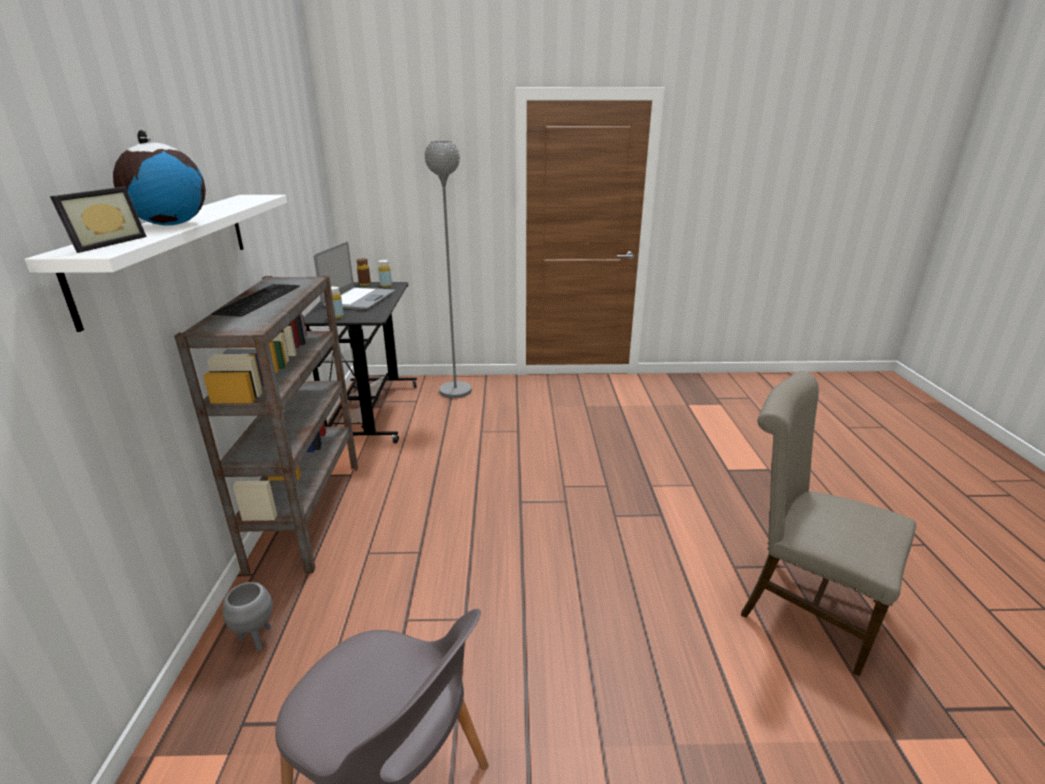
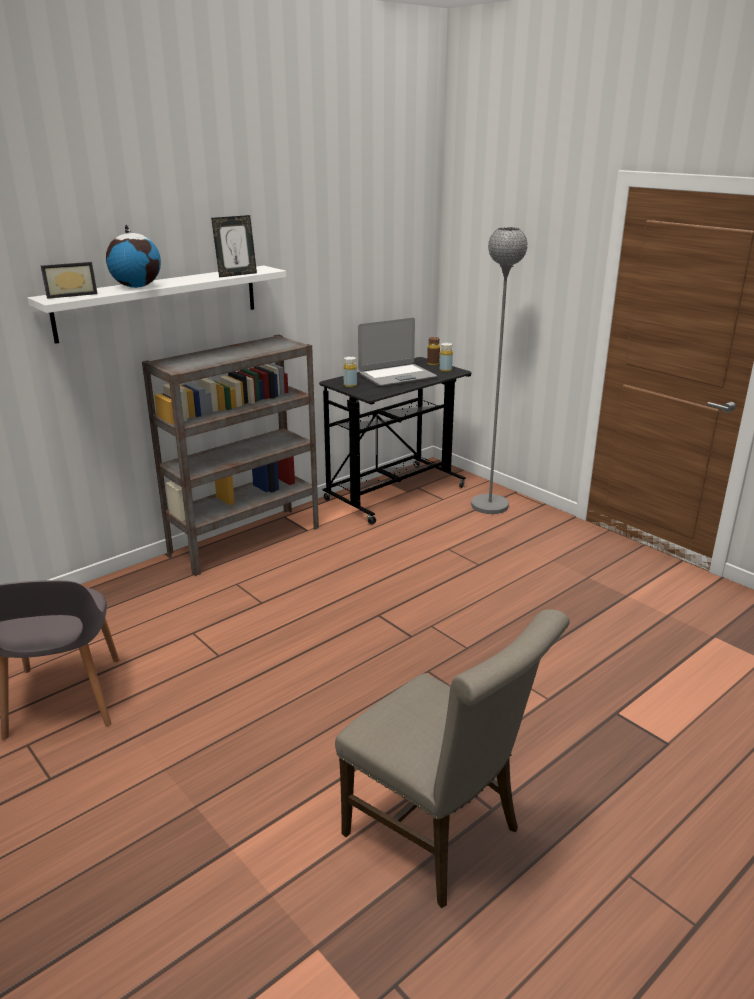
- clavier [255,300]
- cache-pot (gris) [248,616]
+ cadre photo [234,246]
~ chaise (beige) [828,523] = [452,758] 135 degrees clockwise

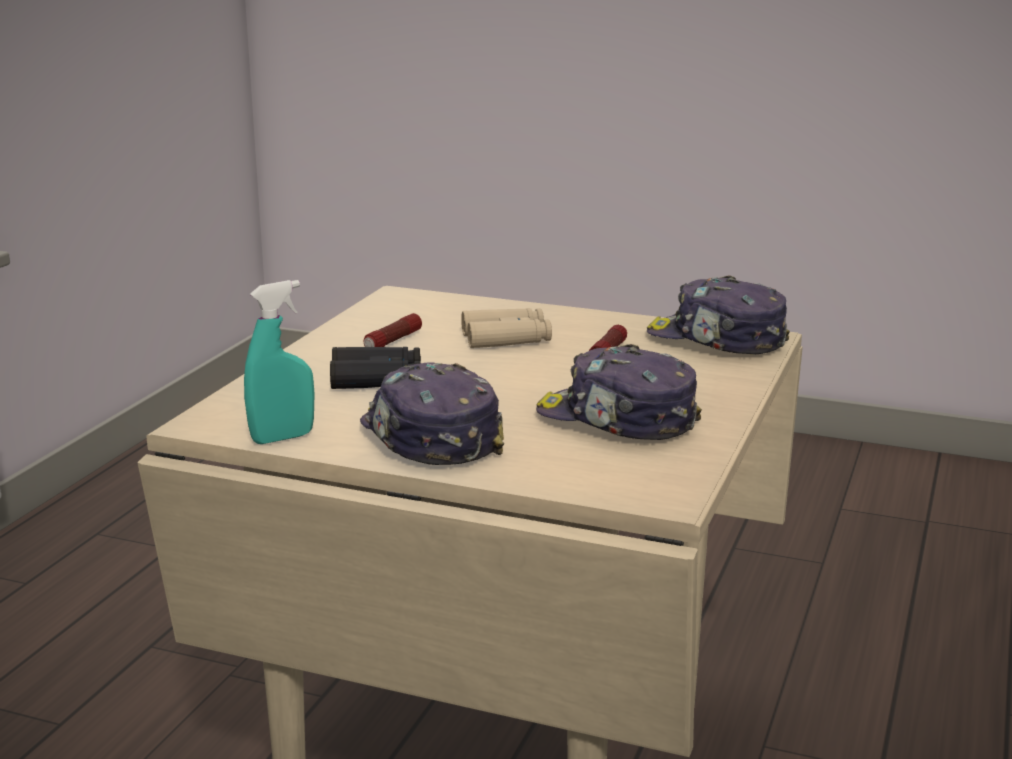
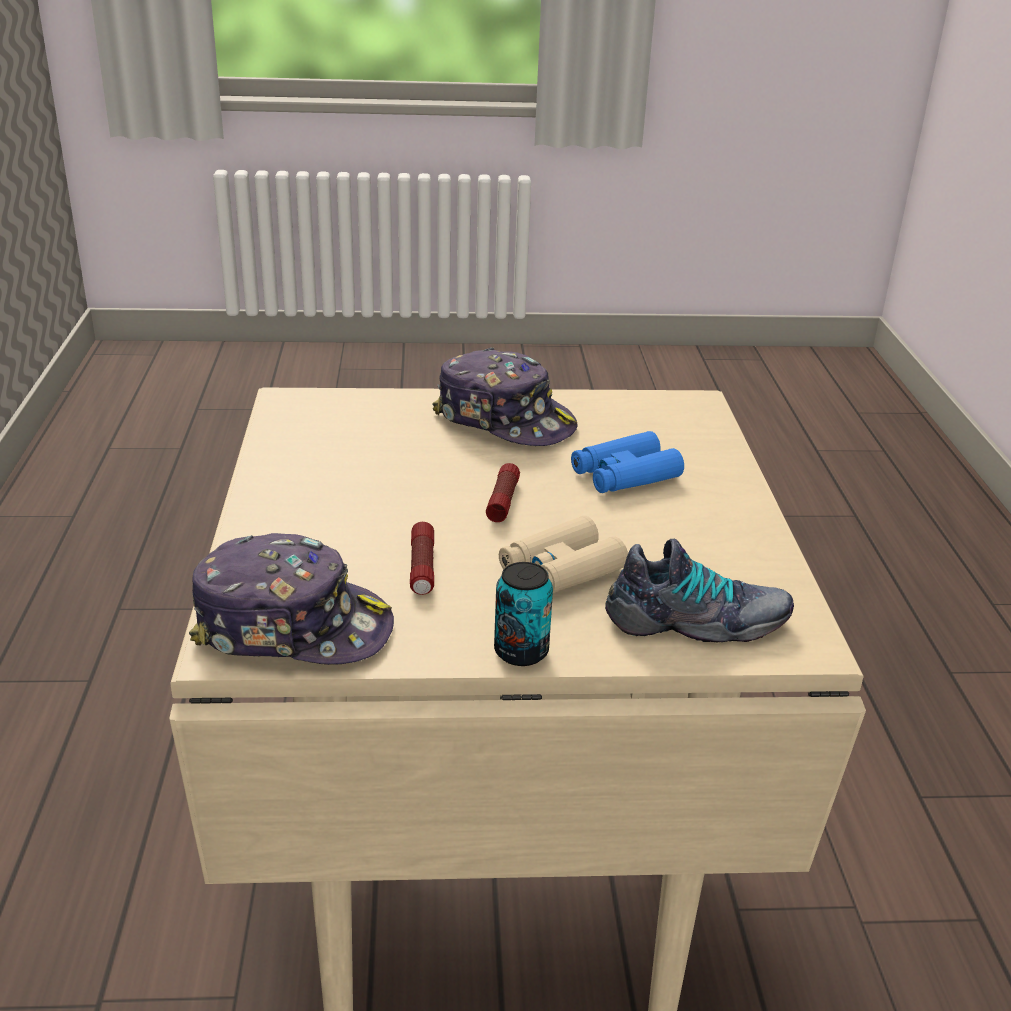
- vaporisateur (turquoise) [279,362]
- casquette [619,392]
+ boîte métallique [523,614]
+ chaussure [699,591]
~ lampe de poche [393,330] to [503,492]
~ jumelles (noir) [375,368] to jumelles (bleu) [627,462]

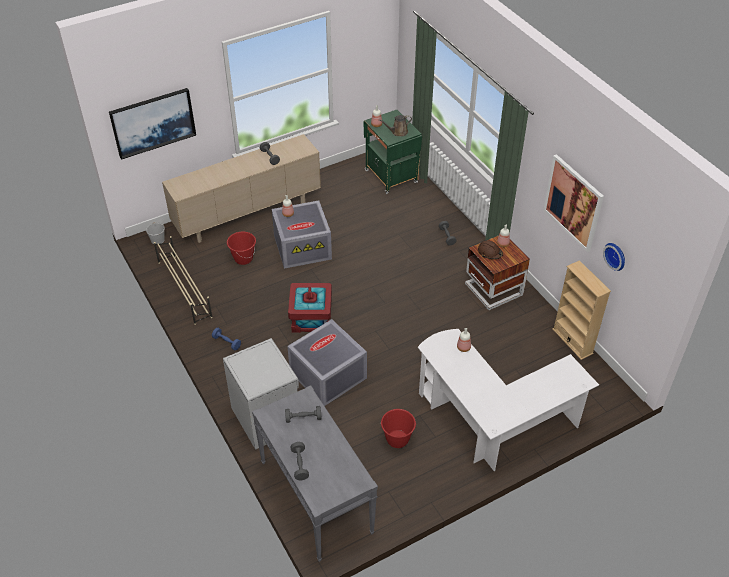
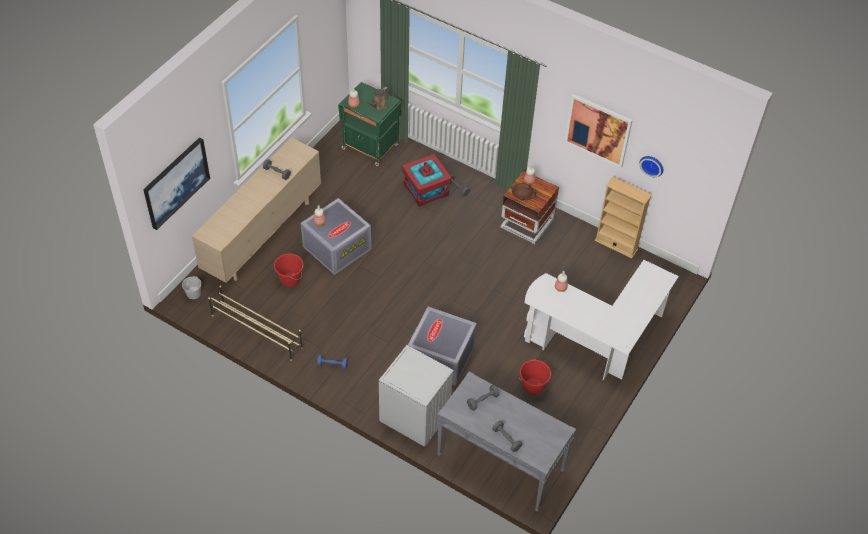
~ boîte de rangement (rouge) [310,308] to [426,180]

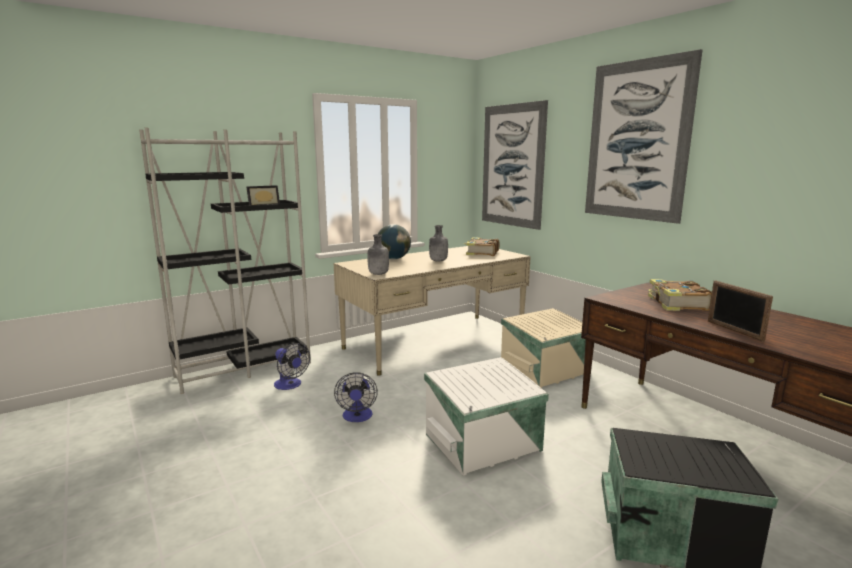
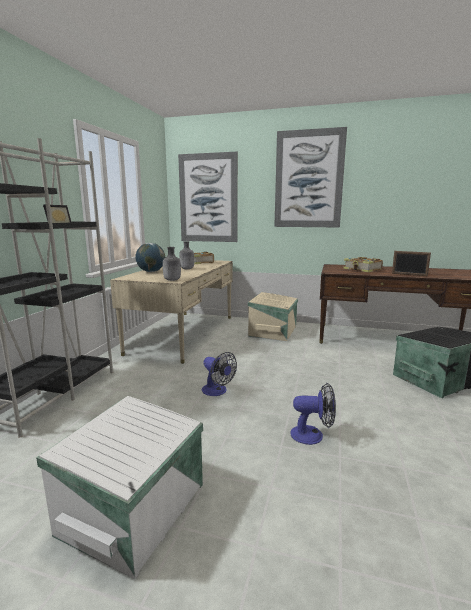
~ ventilateur [292,366] to [313,414]
~ boîte de rangement (blanc) [486,416] to [119,487]

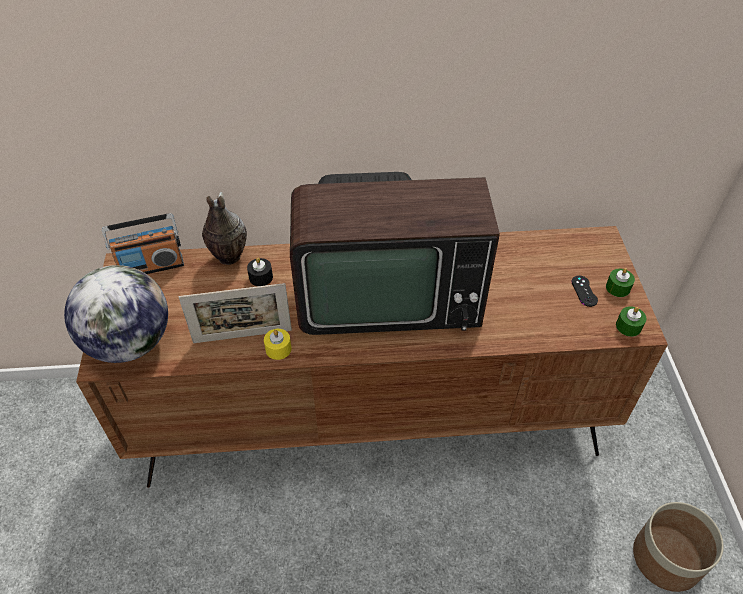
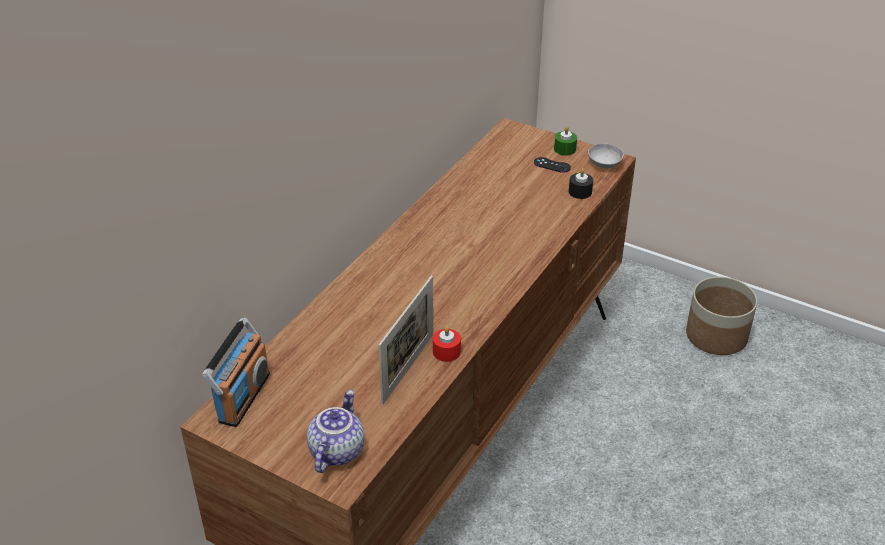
- vase [224,228]
- téléviseur [395,253]
~ bougie (noir) [260,272] to [581,183]
~ globe [116,314] to théière [335,431]
~ bougie (vert) [631,321] to bol (gris) [606,156]
~ bougie (jaune) [277,344] to bougie (rouge) [447,344]

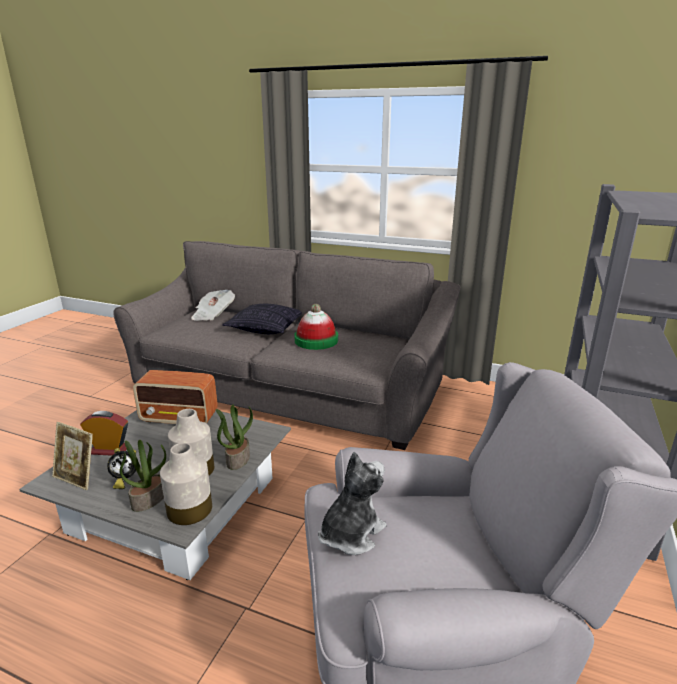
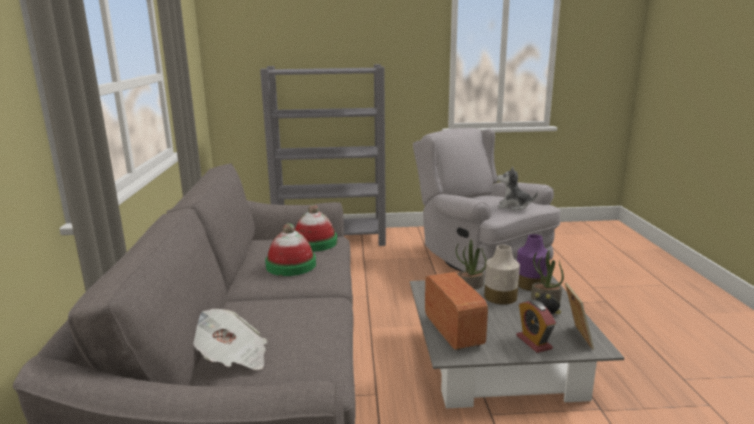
- coussin [262,319]
+ chapeau [316,228]
~ vase (beige) [186,484] to vase (violet) [533,262]

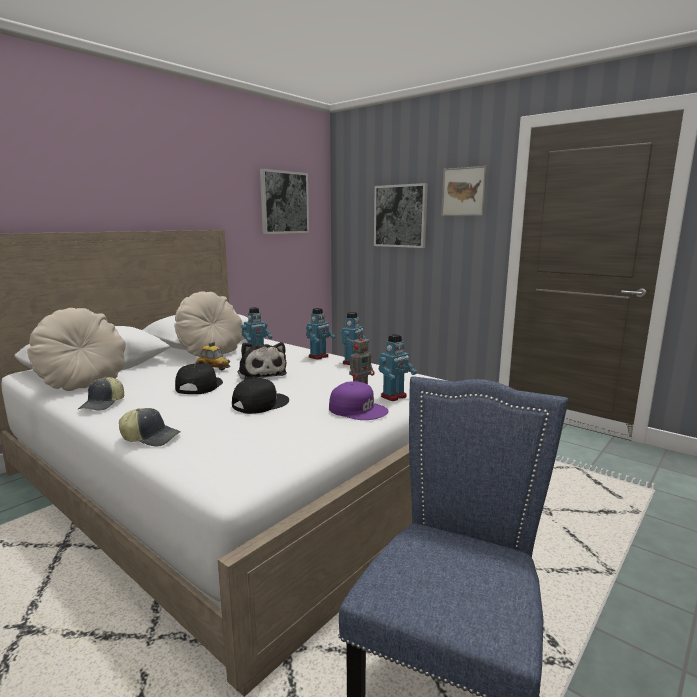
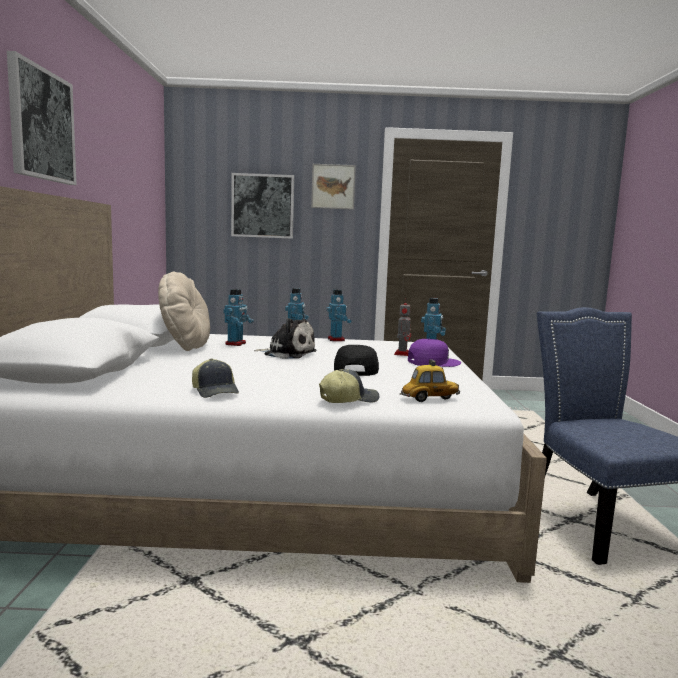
- coussin (beige) [76,349]
- casquette (noir) [199,379]
~ petite voiture [213,356] to [430,381]
~ tableau [284,201] to [42,118]

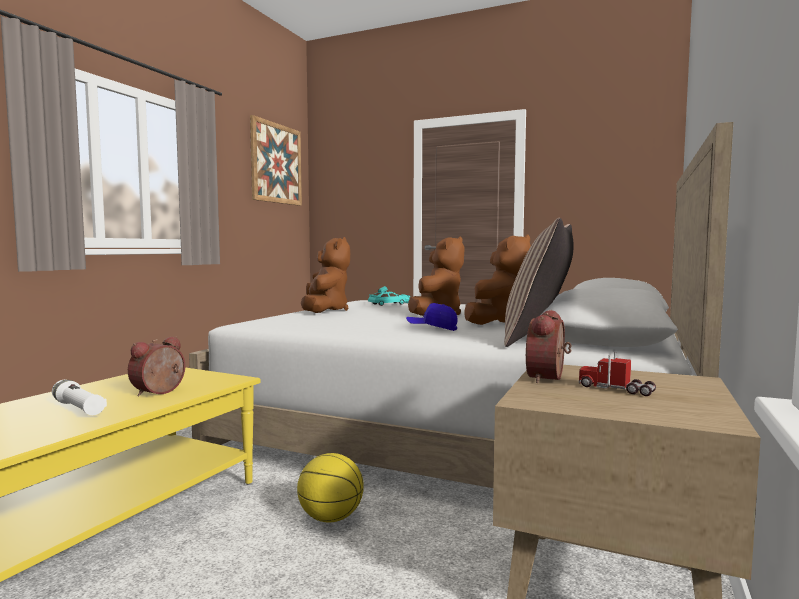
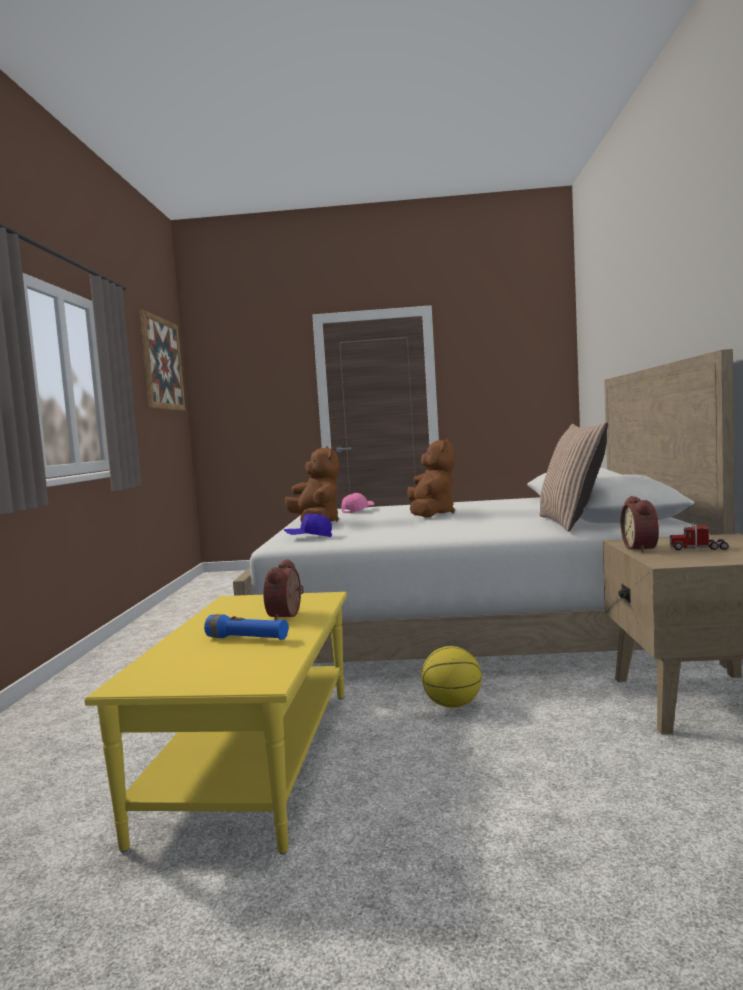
- peluche (marron) [497,279]
~ casquette (bleu) [432,317] to [308,525]
~ petite voiture (turquoise) [389,296] to casquette (rose) [357,503]
~ lampe de poche (blanc) [79,397] to lampe de poche (bleu) [246,627]

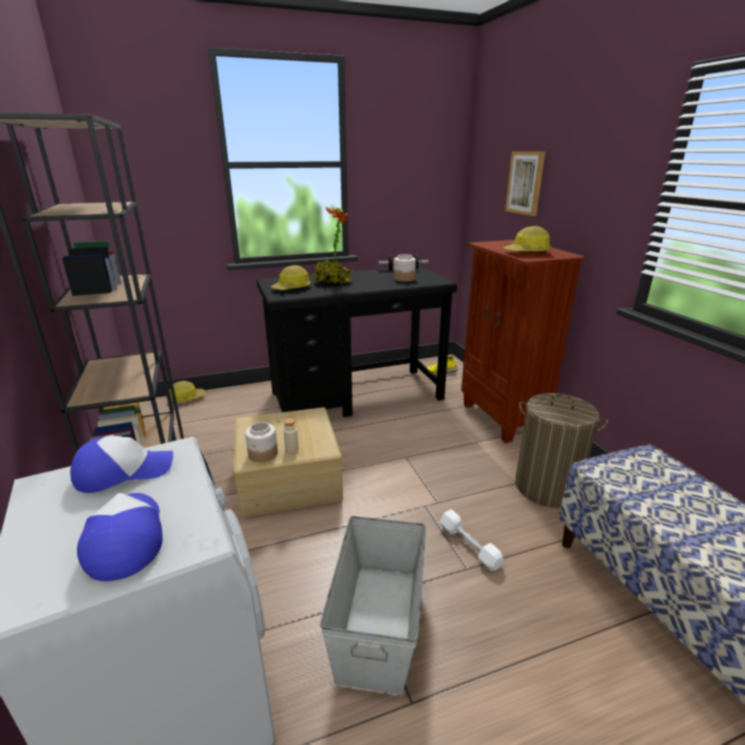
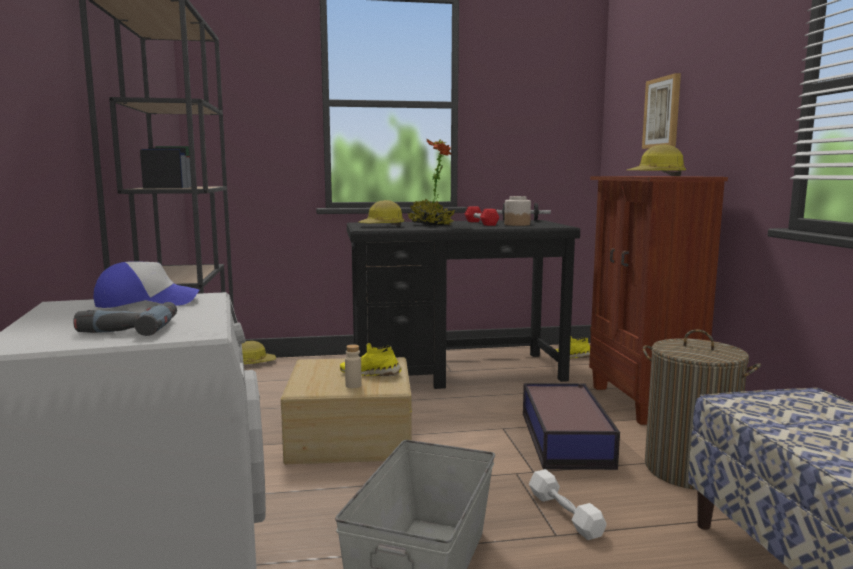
- bocal [261,442]
+ chaussure (jaune) [371,359]
+ haltère (rouge) [482,216]
+ boîte de rangement [571,426]
~ casquette [120,537] to perceuse [125,319]

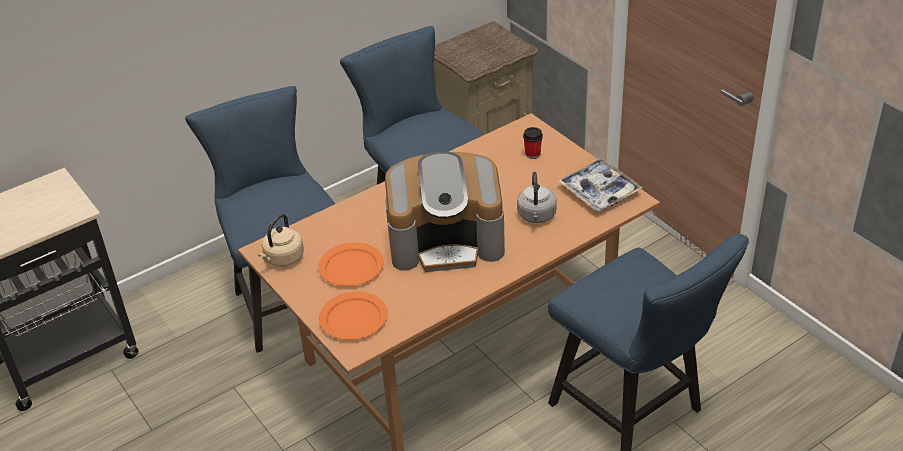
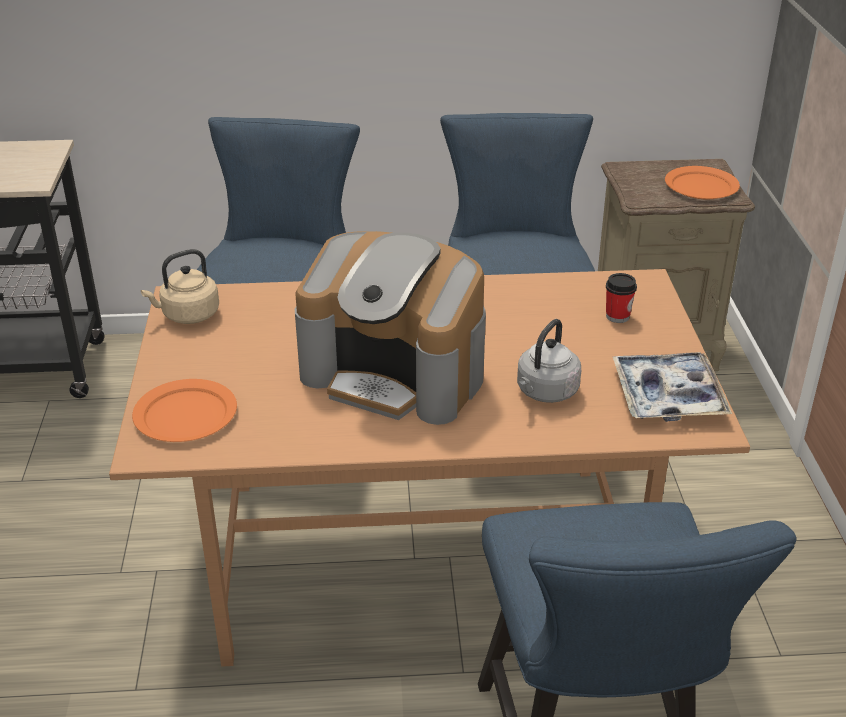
~ assiette (orange) [351,264] to [702,182]

